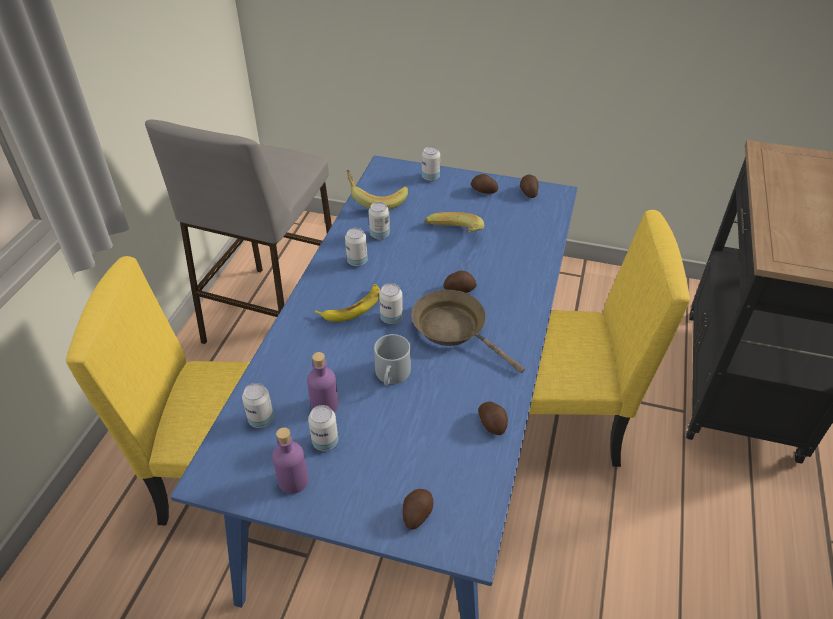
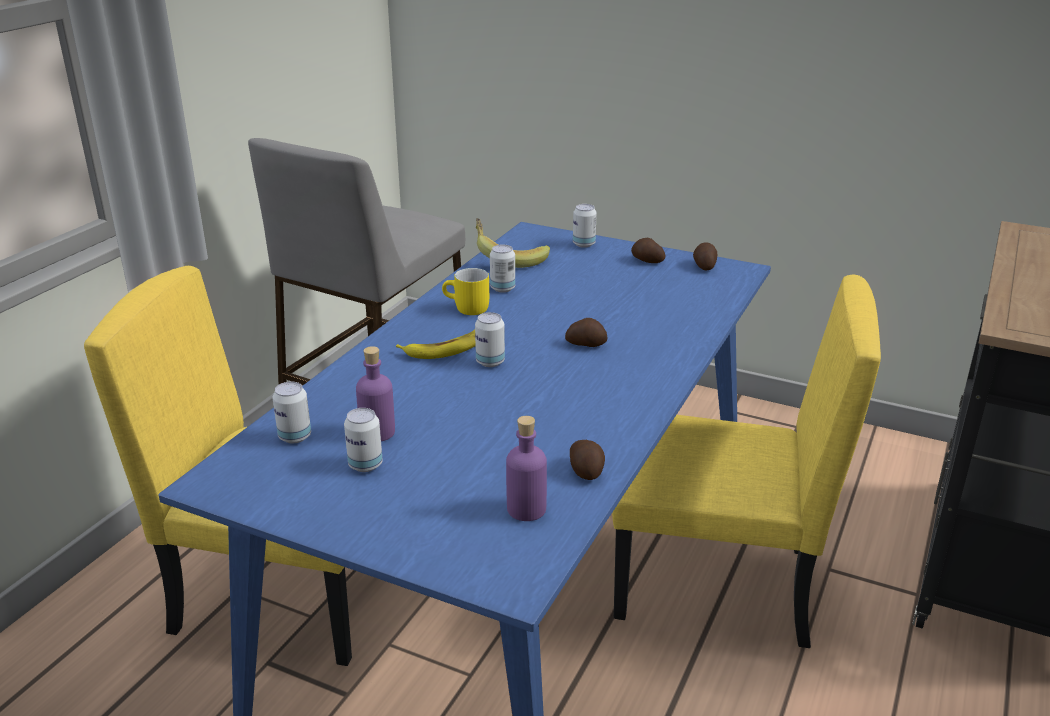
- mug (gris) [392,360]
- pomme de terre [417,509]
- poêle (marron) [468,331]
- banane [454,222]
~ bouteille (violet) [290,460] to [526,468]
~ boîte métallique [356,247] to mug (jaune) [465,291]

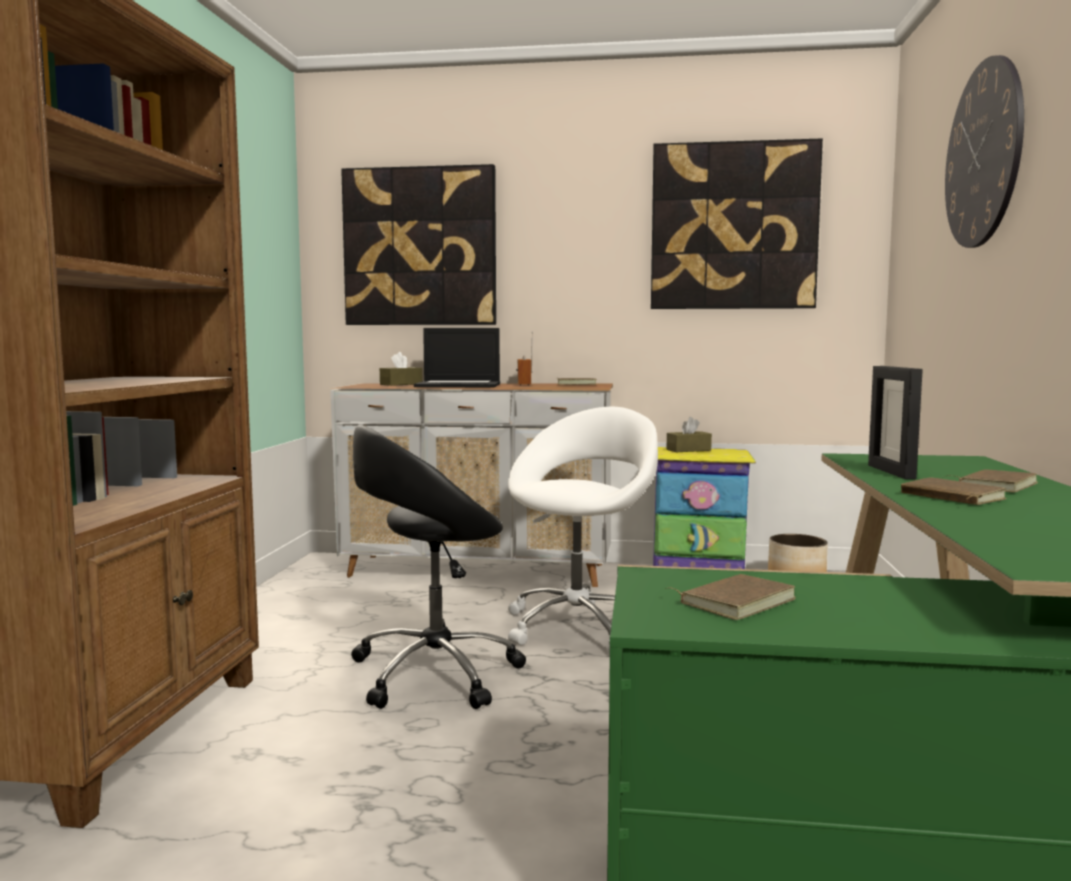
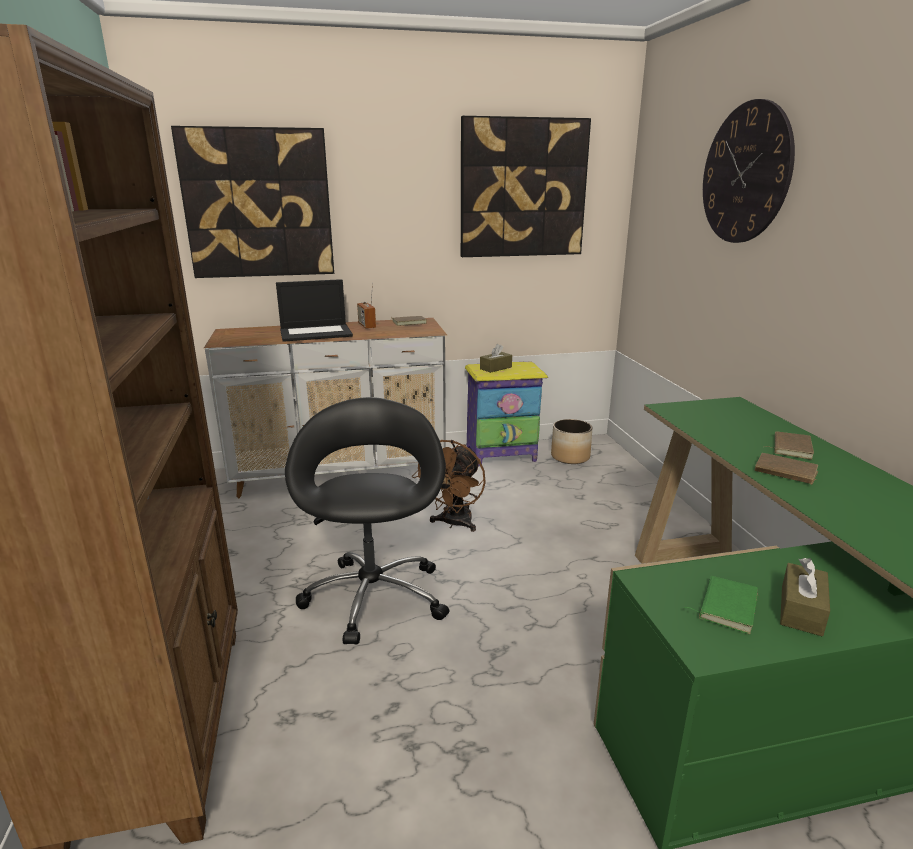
- cadre photo [895,422]
~ boîte à mouchoirs (marron) [401,369] to [805,597]
~ chaise de bureau (blanc) [583,531] to ventilateur (marron) [449,486]
~ livre (marron) [730,597] to livre (vert) [721,605]
~ chaise de bureau (noir) [438,567] = [367,521] 135 degrees clockwise

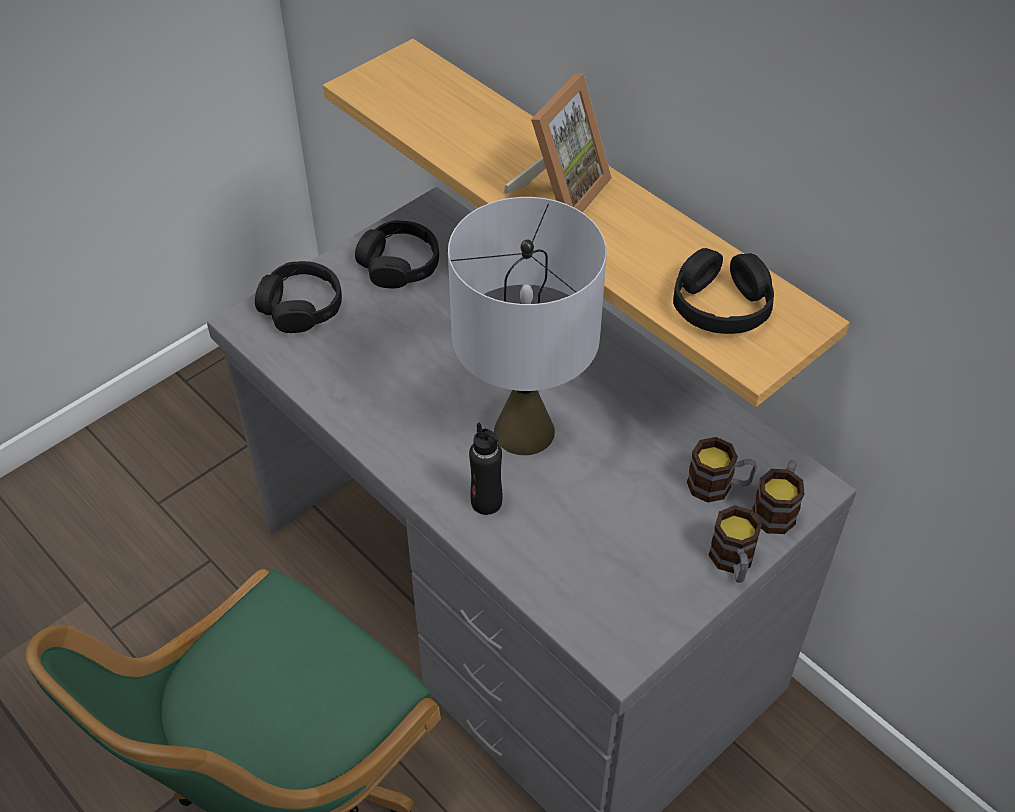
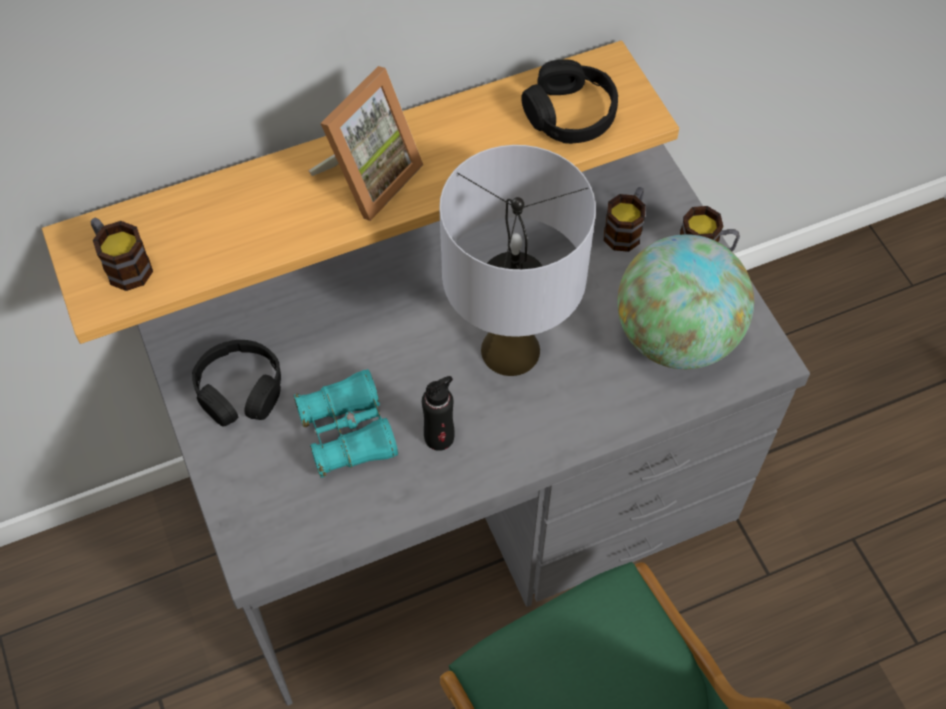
- casque audio (noir) [298,297]
+ jumelles (turquoise) [346,423]
+ globe [685,301]
~ bouteille (noir) [485,469] to [438,413]
~ mug [778,497] to [122,254]
~ cadre photo [558,143] = [365,143] 75 degrees clockwise

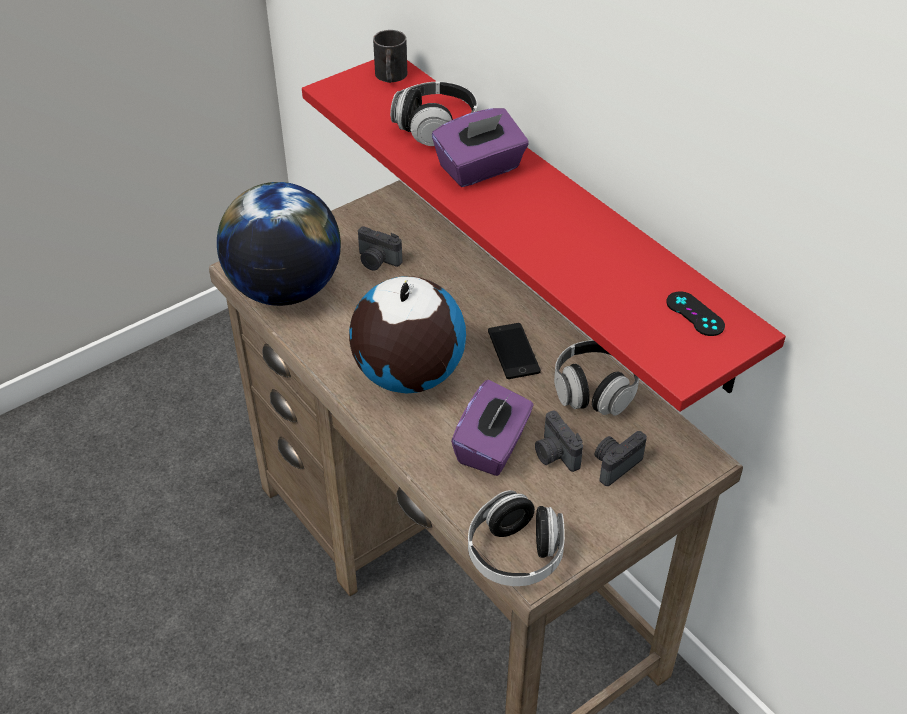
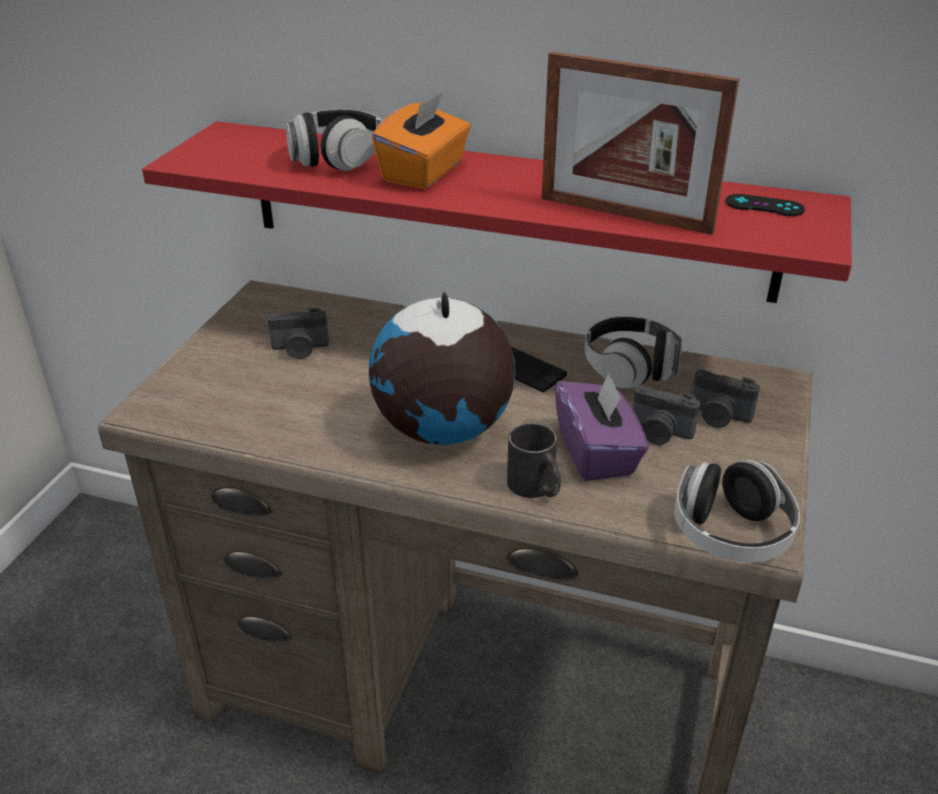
- globe [279,244]
+ cadre photo [640,143]
~ mug (noir) [390,56] to [534,460]
~ boîte à mouchoirs (violet) [480,147] to boîte à mouchoirs (orange) [421,141]
~ appareil photo [620,458] = [726,399] 75 degrees counterclockwise

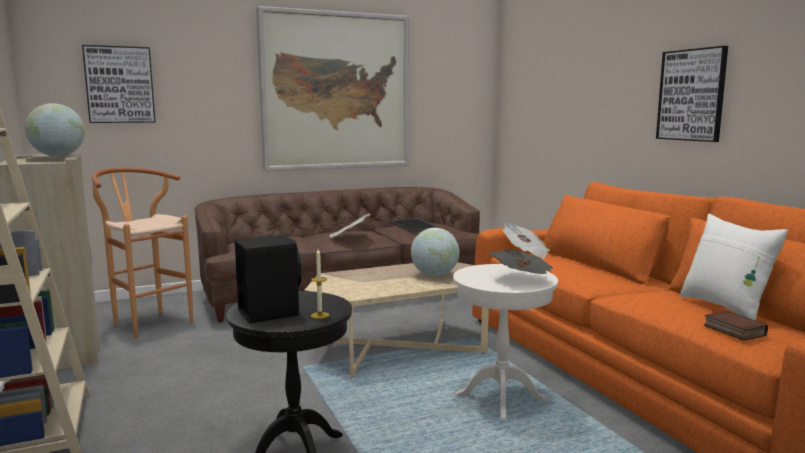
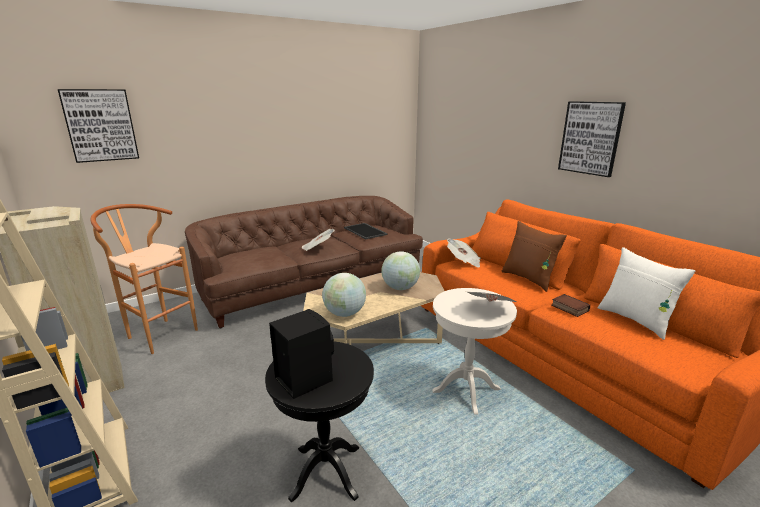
- tableau [332,88]
- bougie [320,284]
+ coussin (marron) [534,256]
~ globe [55,129] to [344,295]
~ livre [736,326] to [570,305]

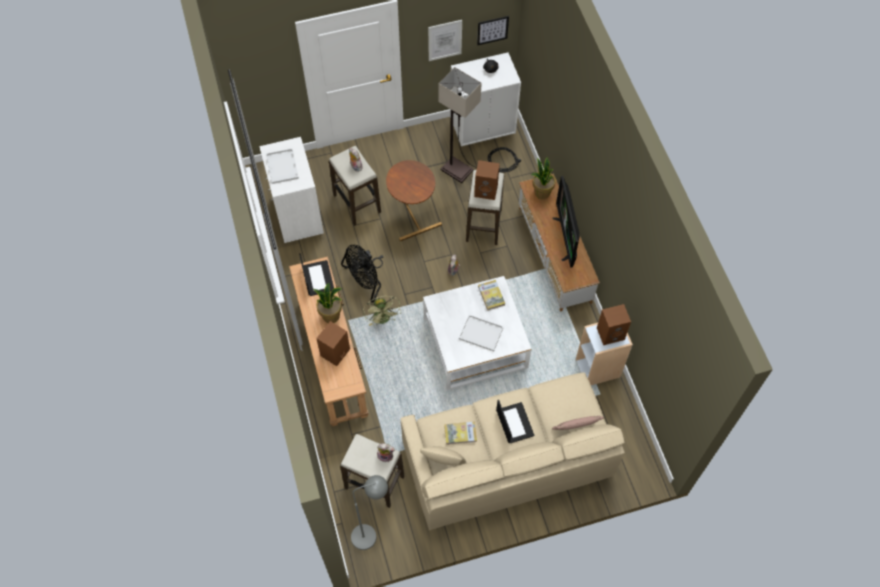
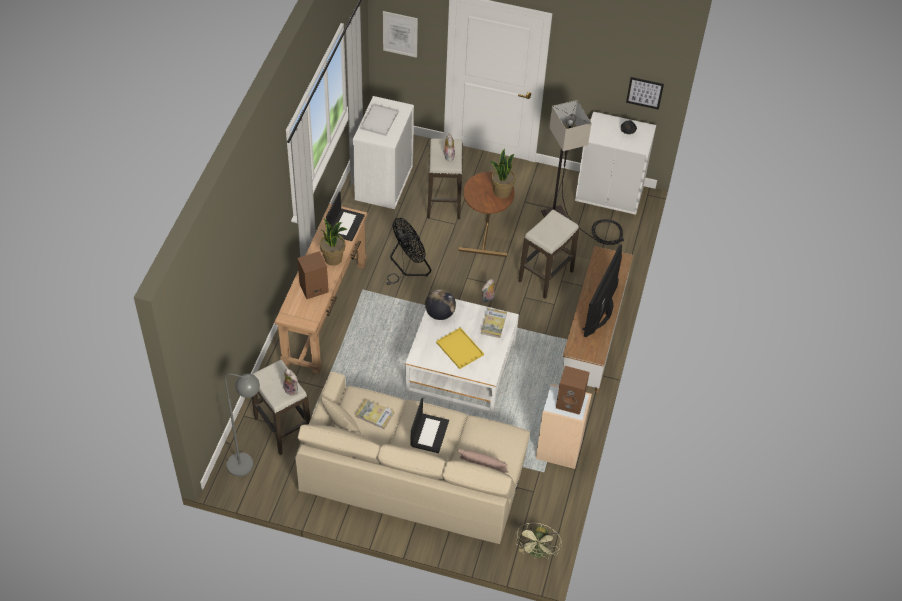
- enceinte (marron) [487,180]
+ globe [440,304]
~ ventilateur (vert) [382,311] to [539,541]
~ tableau [445,40] to [400,34]
~ plante en pot [543,178] to [503,173]
~ plateau (blanc) [481,333] to plateau (jaune) [460,348]
~ ventilateur (noir) [362,274] = [408,251] 150 degrees clockwise

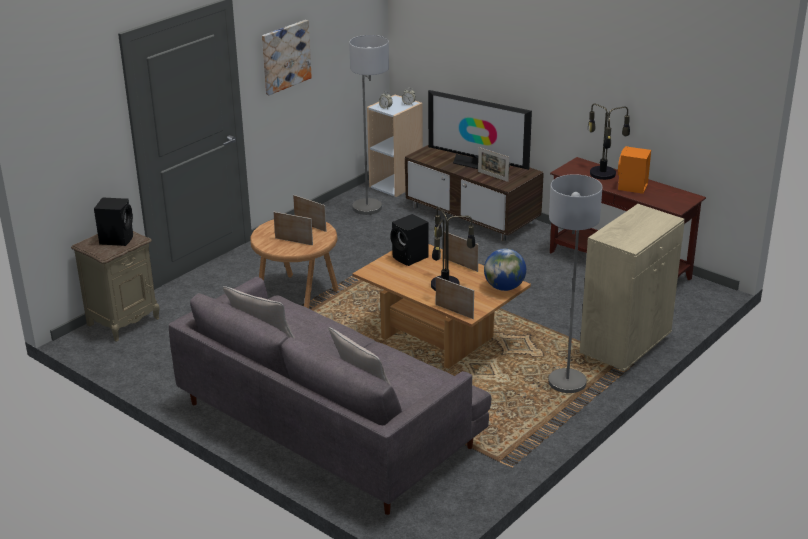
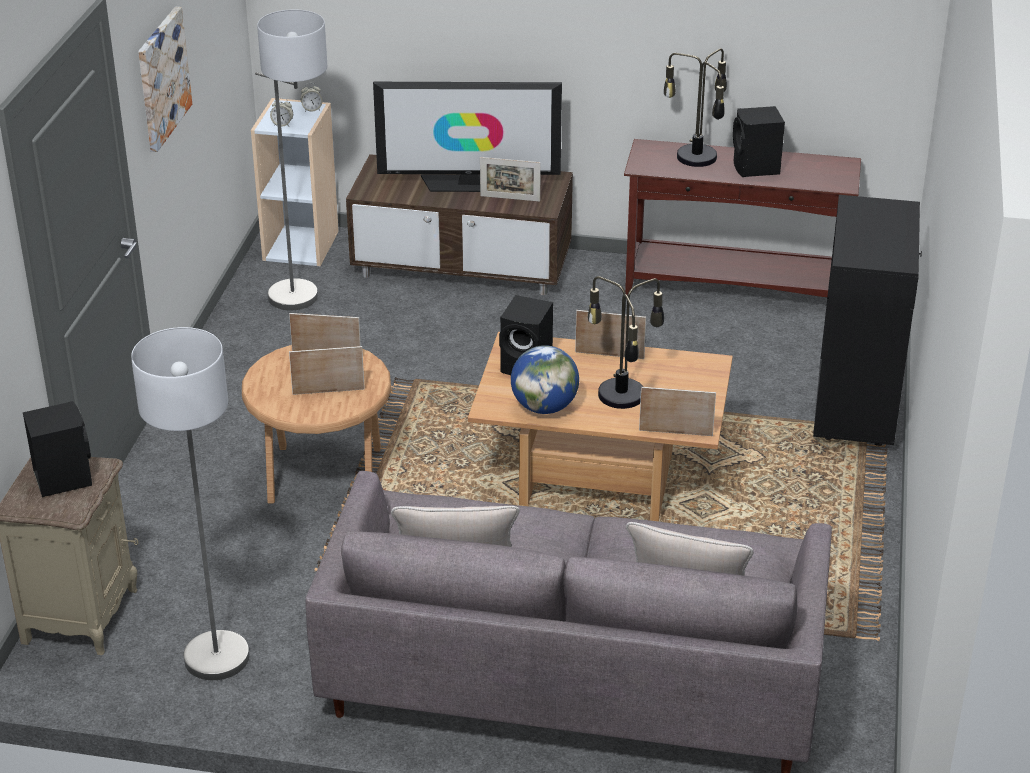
~ globe [505,269] to [545,379]
~ lampadaire (gris) [575,283] to [190,503]
~ meuble de rangement (beige) [632,287] to meuble de rangement (noir) [867,320]
~ enceinte (orange) [634,170] to enceinte (noir) [759,141]

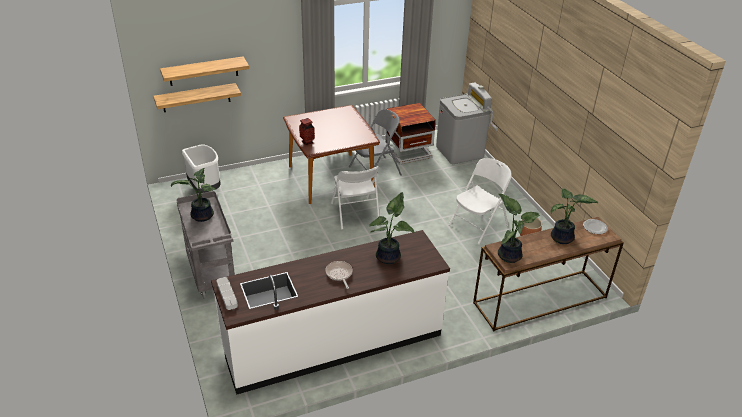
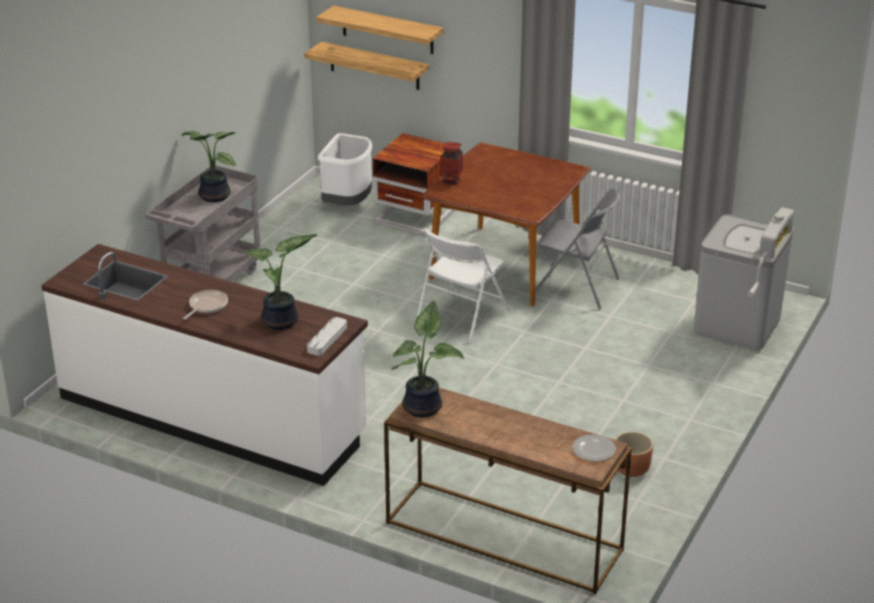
- chaise (blanc) [480,201]
- plante en pot [574,216]
~ plateau (gris) [227,293] to [327,336]
~ table de chevet [410,134] to [414,185]

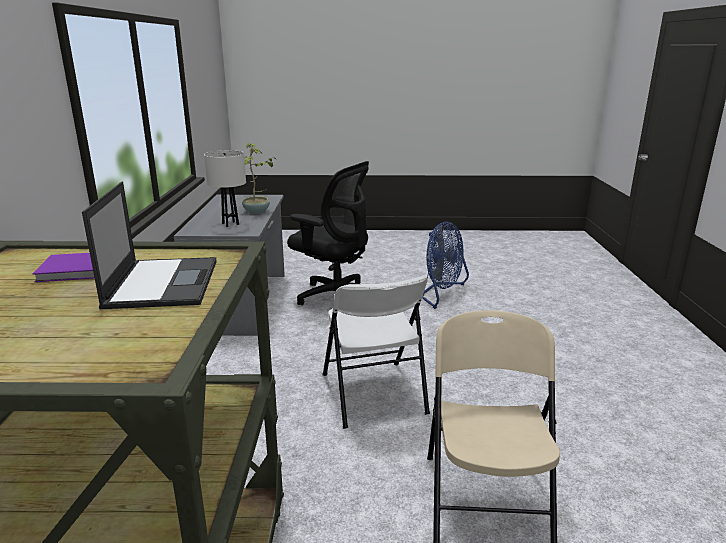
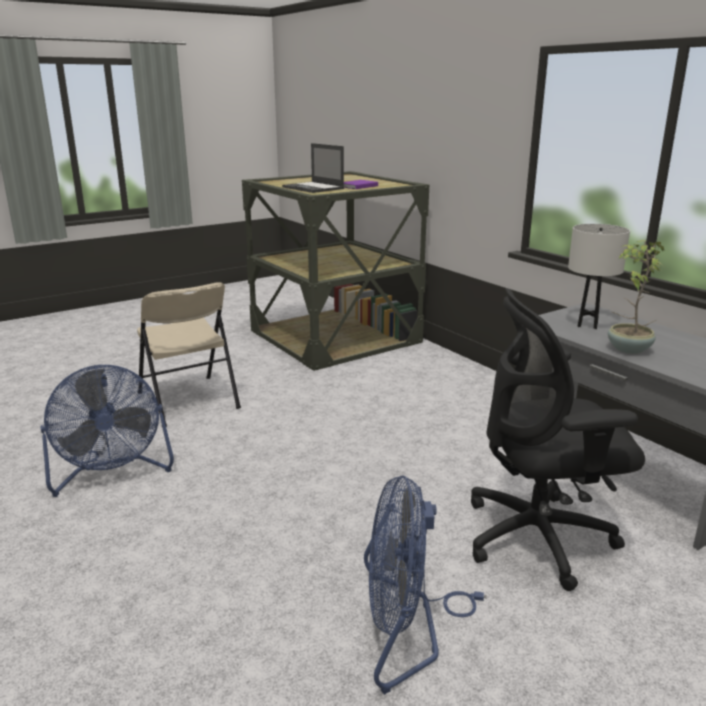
- chaise (blanc) [376,353]
+ ventilateur (bleu) [107,431]

